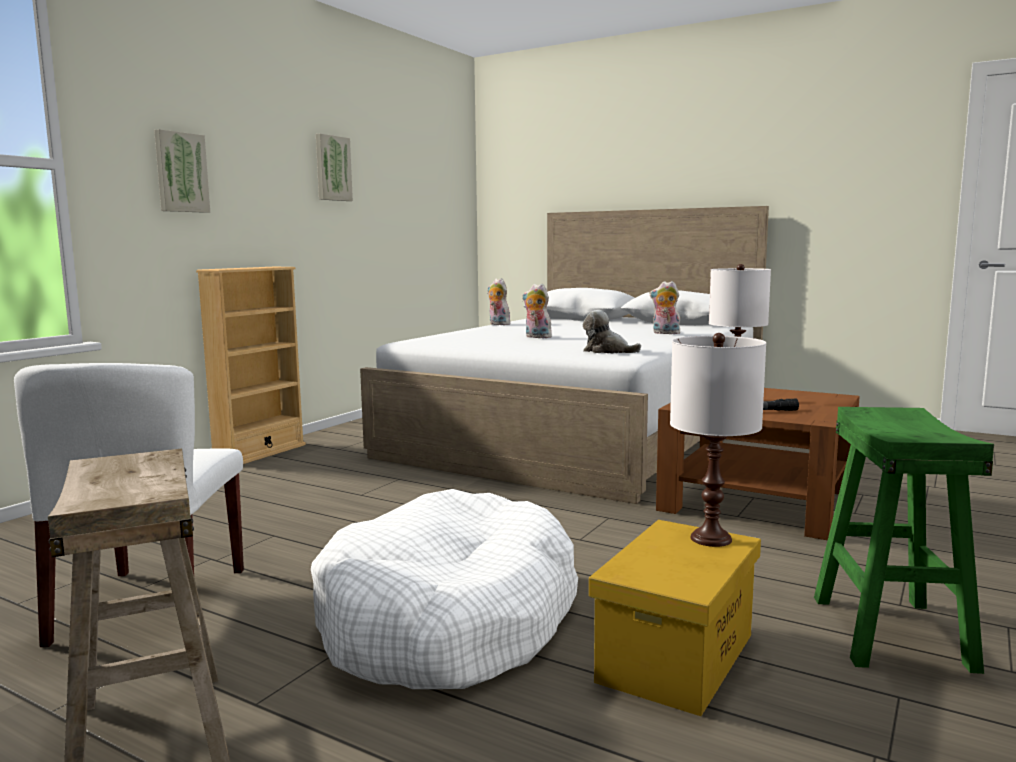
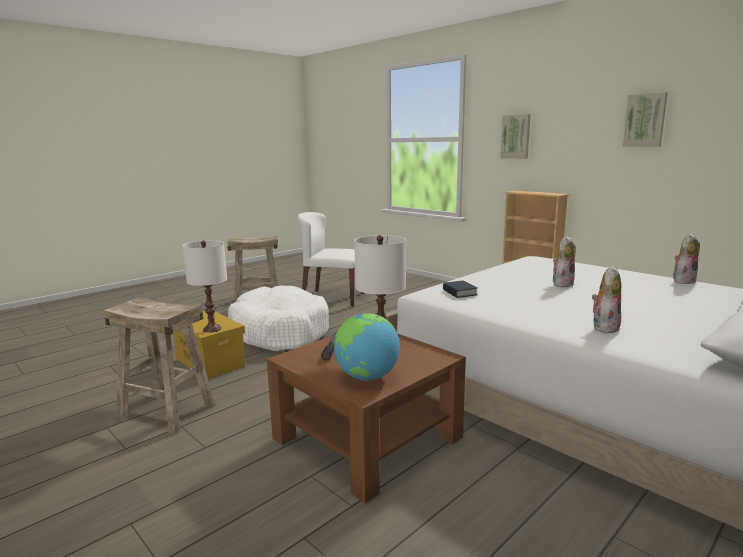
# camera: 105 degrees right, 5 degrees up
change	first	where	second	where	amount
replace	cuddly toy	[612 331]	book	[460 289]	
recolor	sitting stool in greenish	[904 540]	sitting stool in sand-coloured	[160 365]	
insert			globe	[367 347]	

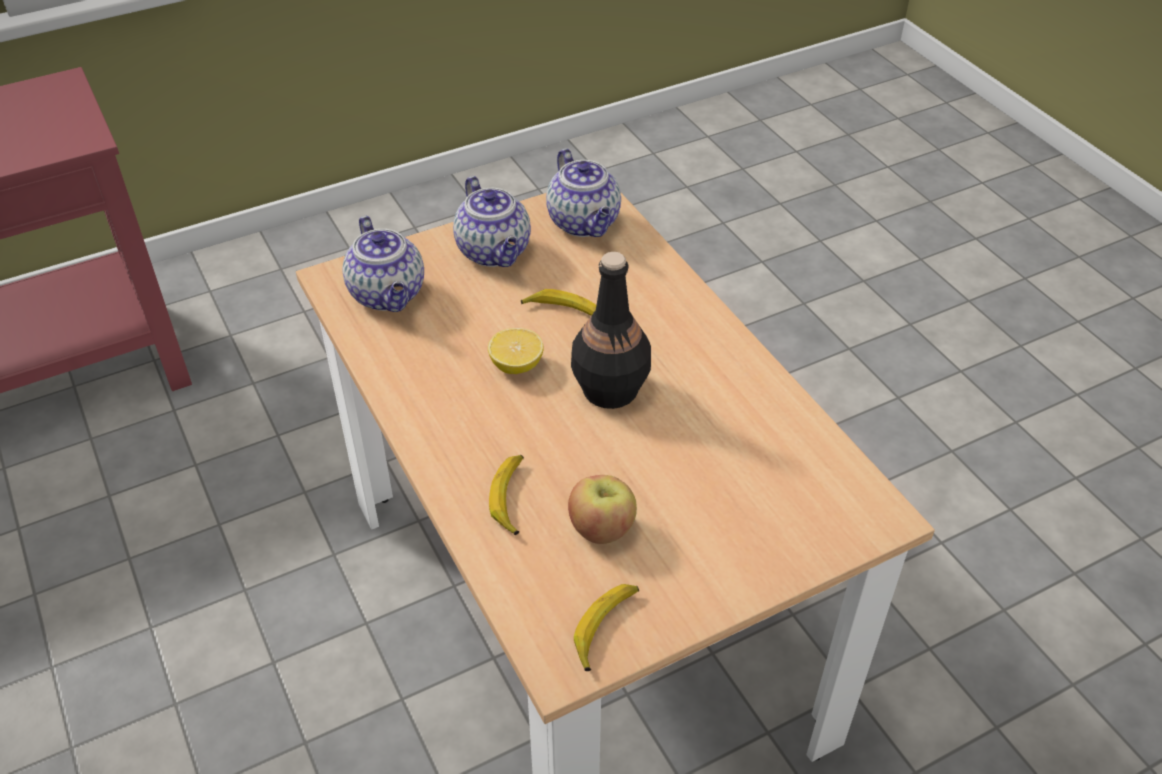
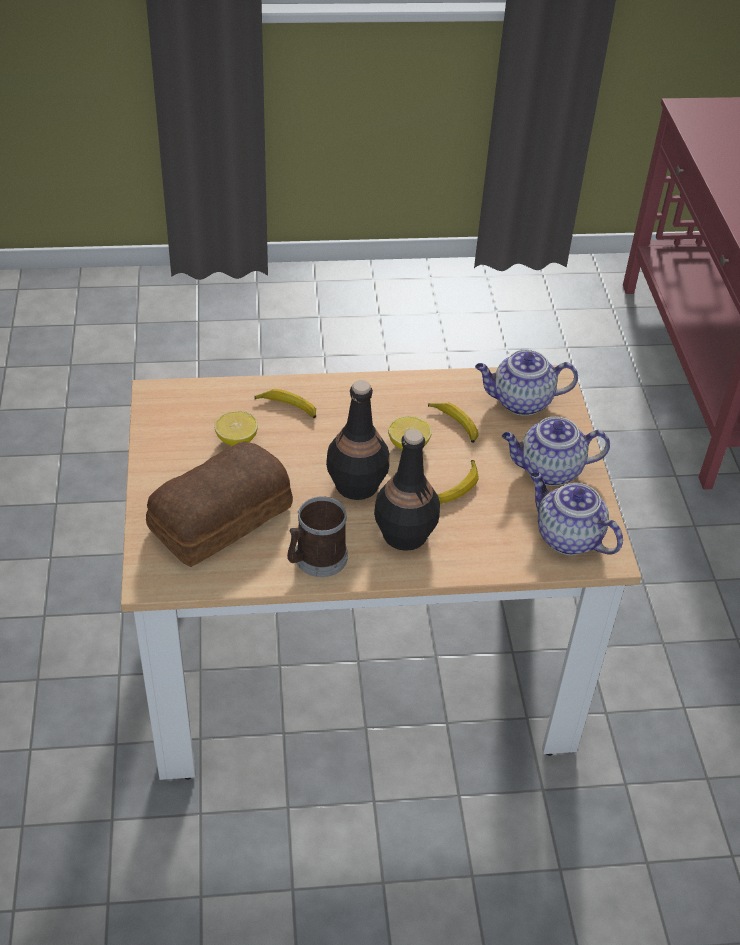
# camera: 110 degrees right, 0 degrees up
change	first	where	second	where	amount
rotate	tea pot	[583 192]		[576 513]	45 degrees clockwise
replace	whole apple	[602 509]	citrus fruit	[236 428]	
move	banana fruit	[606 627]		[453 423]	
insert			bottle in black	[407 490]	
insert			baked bread	[219 504]	
insert			tea mug	[317 536]	

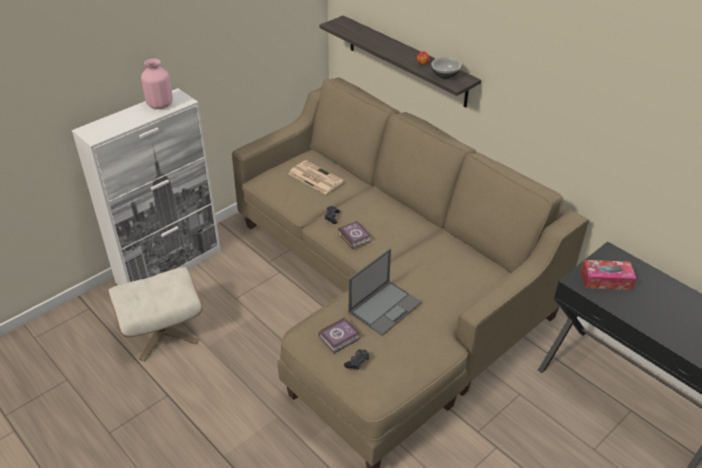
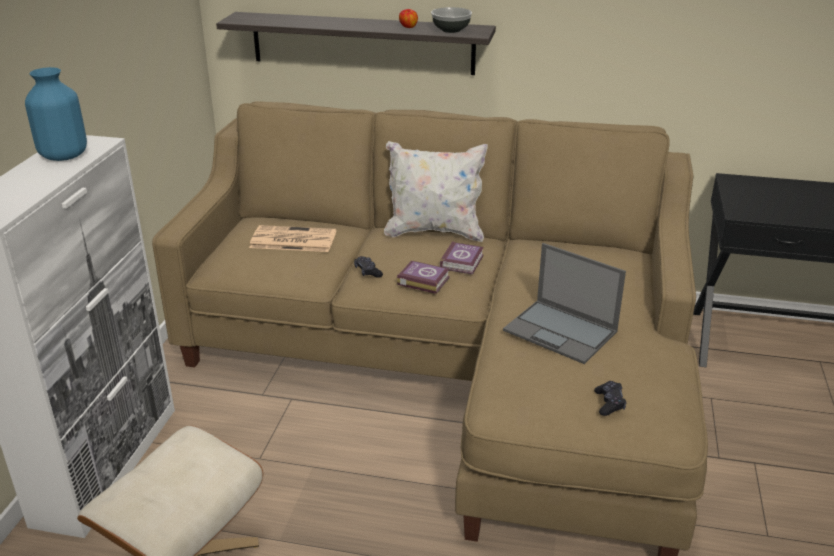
# camera: 35 degrees left, 10 degrees down
change	first	where	second	where	amount
recolor	decorative vase in pink-coloured	[157 83]	decorative vase in blue	[56 114]	
rotate	laptop	[385 292]		[564 303]	120 degrees clockwise
delete	tissue holder	[608 275]			
move	book	[339 335]		[462 258]	
insert			throw pillow in white	[436 191]	

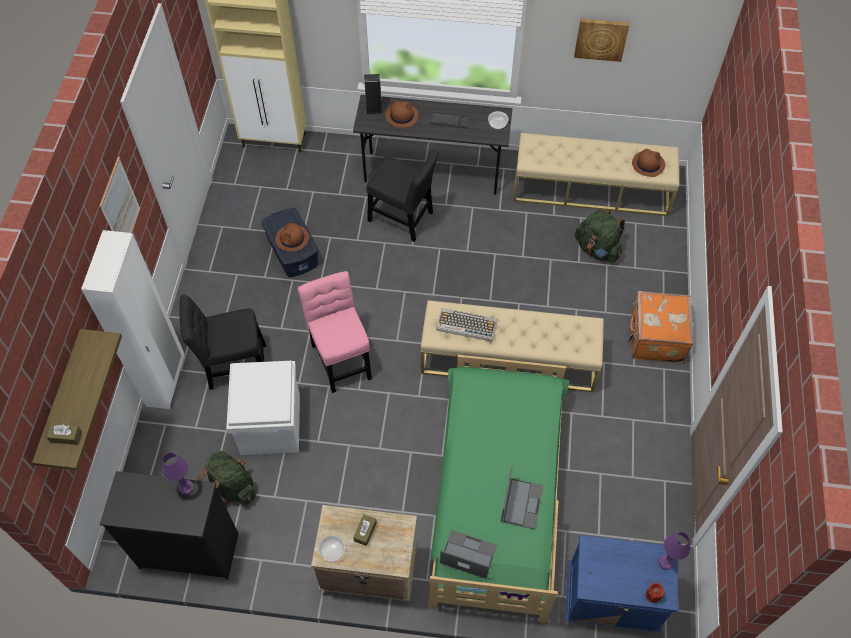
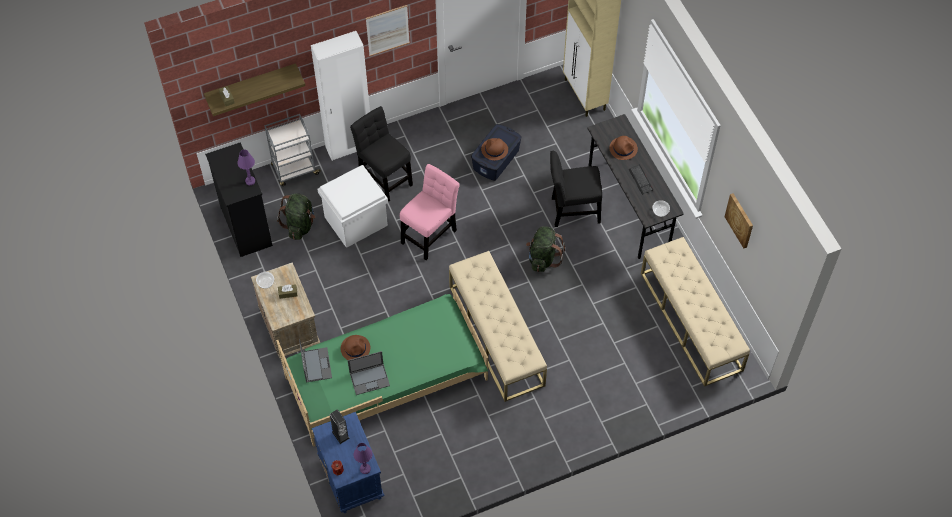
# camera: 60 degrees right, 0 degrees up
change	first	where	second	where	amount
move	audio speaker	[373 94]		[340 426]	
rotate	upright chair in black	[403 195]		[576 189]	90 degrees clockwise
move	clothing hat in brownish	[648 163]		[355 347]	
move	backpack in greenish	[600 236]		[545 249]	
delete	suitcase in orangey	[660 327]			
delete	computer keyboard	[467 325]			
insert			trolley in gray	[292 150]	

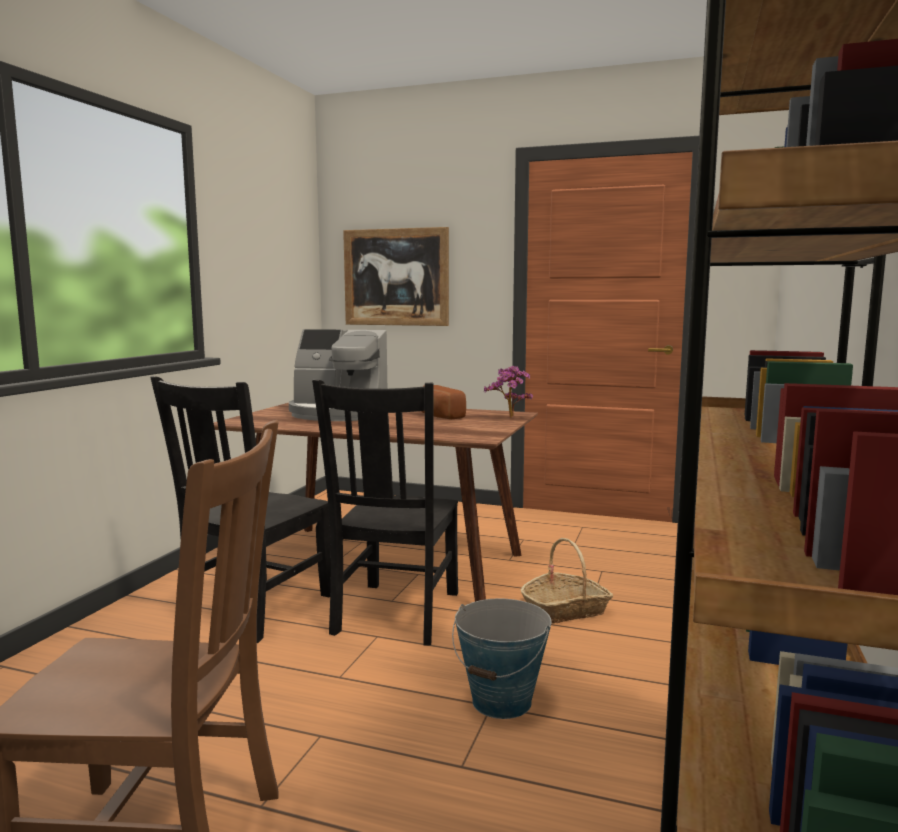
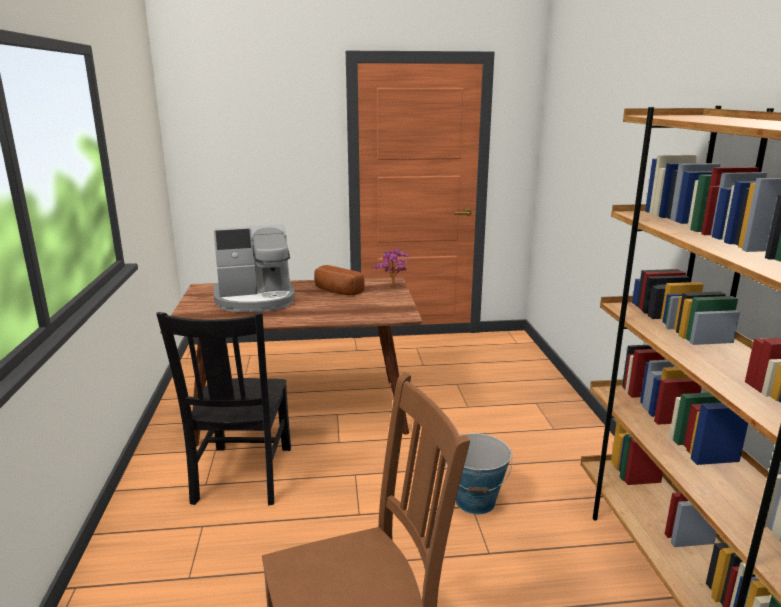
# camera: 25 degrees left, 10 degrees up
change	first	where	second	where	amount
delete	picture	[396 276]			
delete	upright chair in black	[385 512]			
delete	household basket	[567 581]			

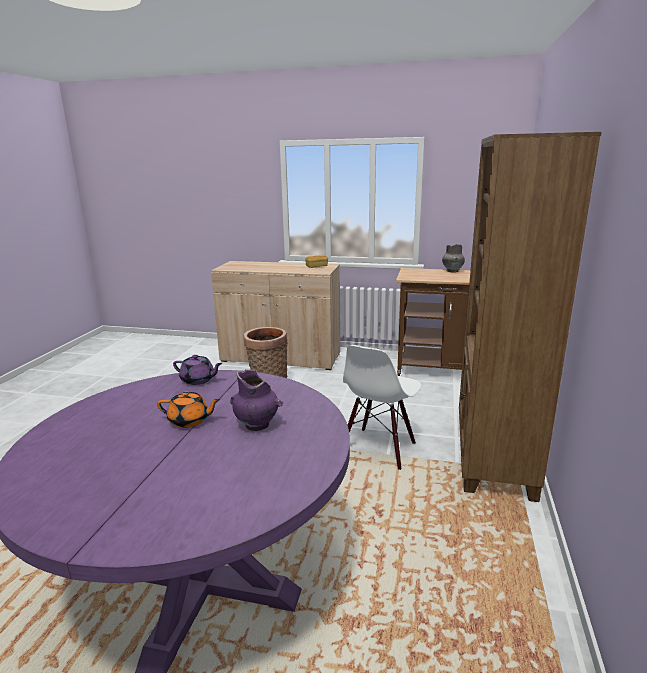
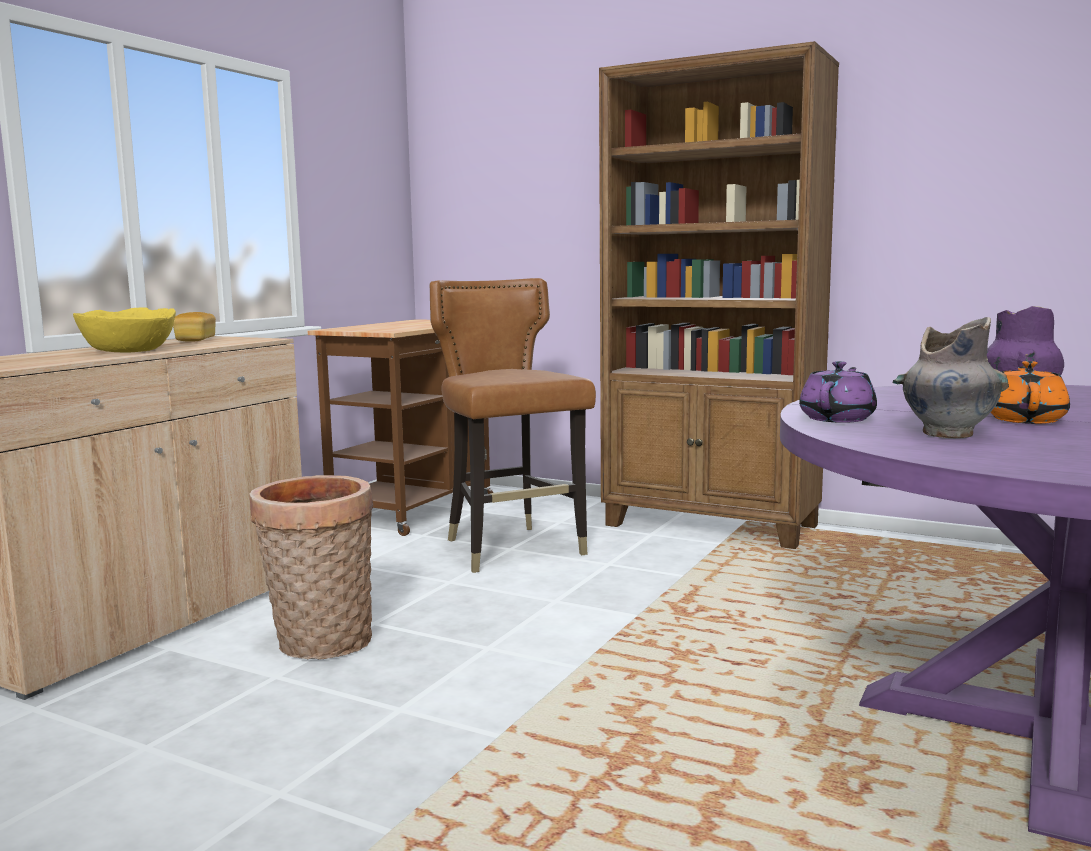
# camera: 75 degrees left, 10 degrees down
change	first	where	second	where	amount
move	decorative vase in gray	[453 258]		[951 377]	
delete	upright chair in white	[382 407]			
insert			upright chair in brownish	[513 425]	
insert			serving bowl in yellow	[124 330]	

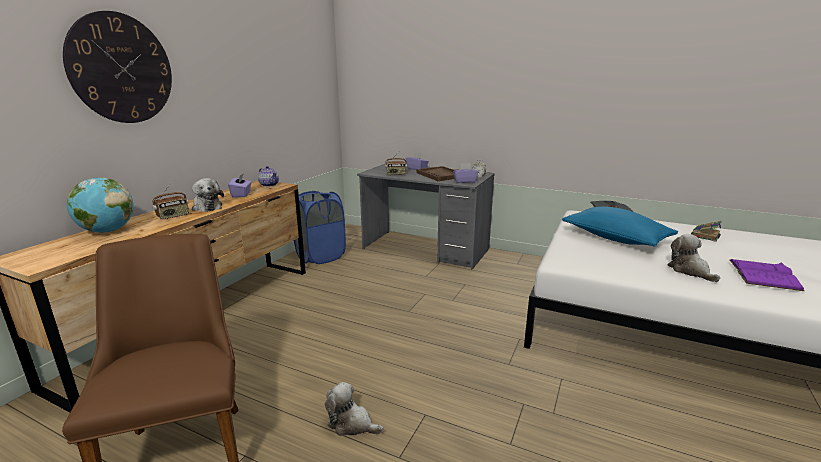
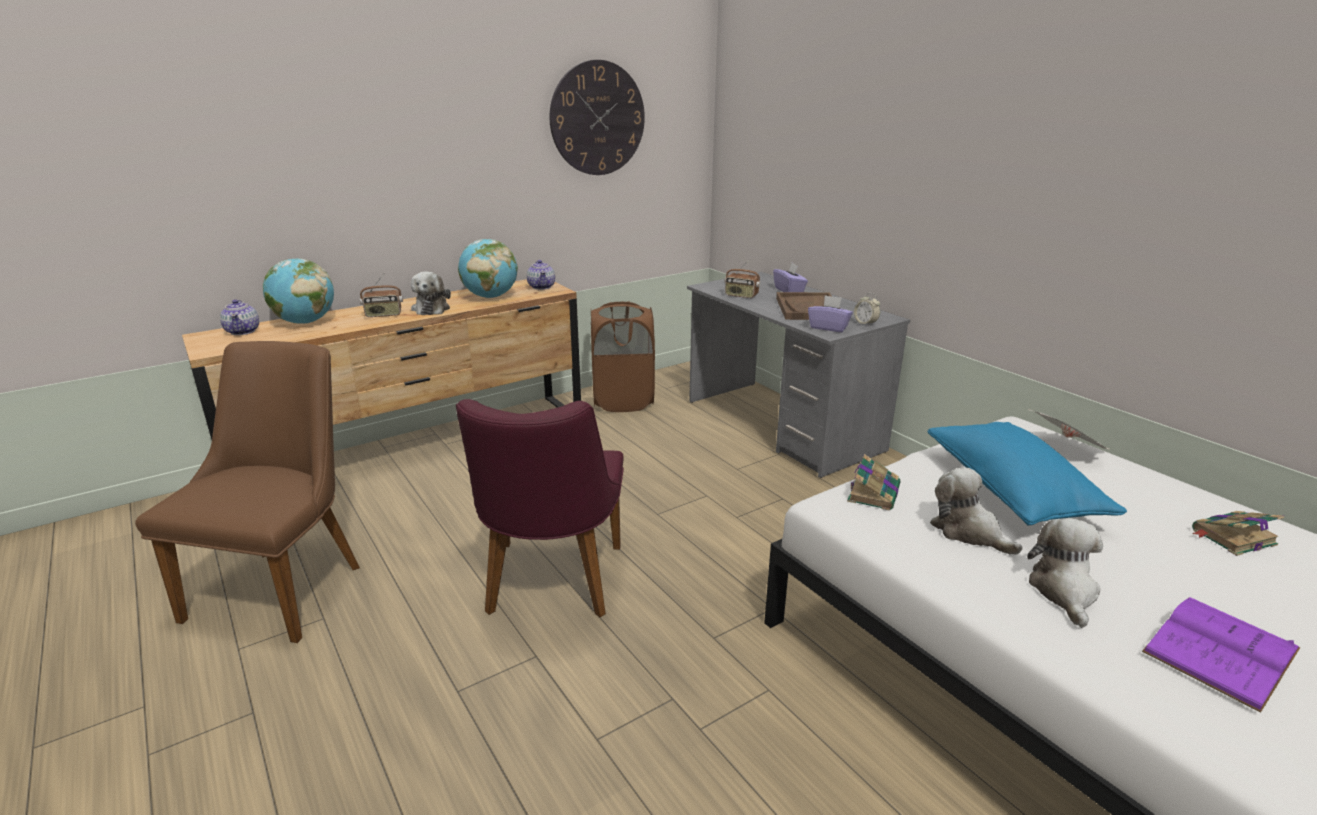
# camera: 30 degrees right, 5 degrees up
change	first	where	second	where	amount
move	clock on the wall	[117 67]		[597 117]	
replace	tissue holder in purplish	[239 185]	globe	[488 268]	
recolor	washing basket in blue	[320 227]	washing basket in brownish	[623 356]	
move	cuddly toy	[354 409]		[976 511]	
insert			tea pot	[239 317]	
insert			upright chair in purplish	[540 508]	
insert			book	[873 482]	

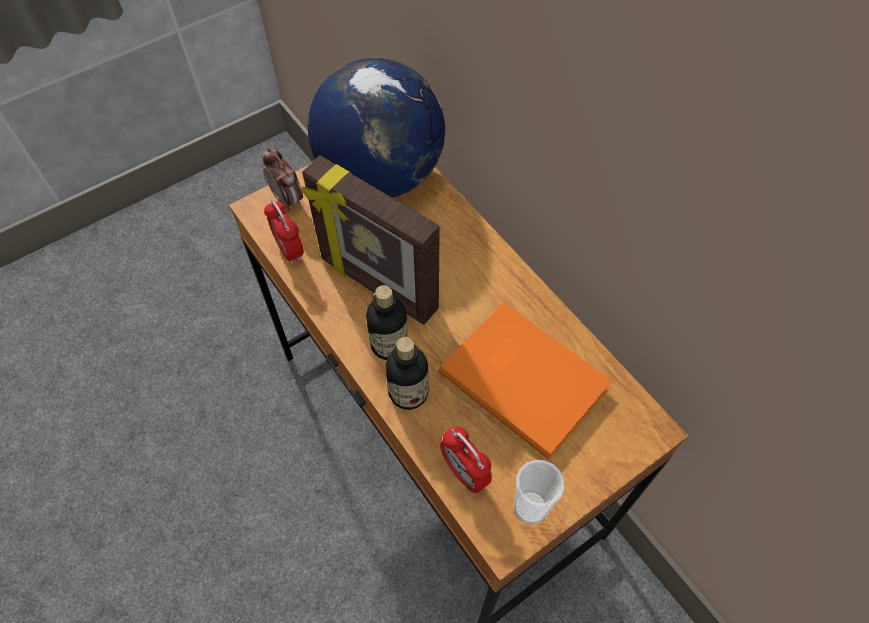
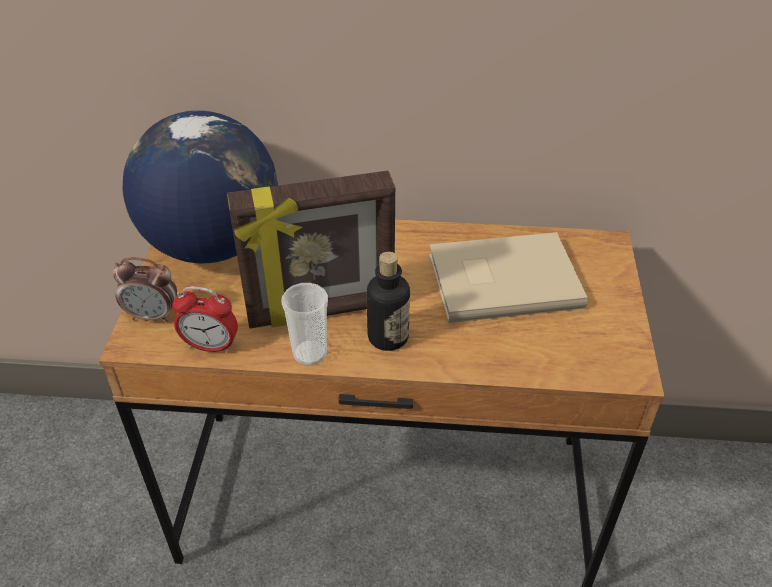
# camera: 50 degrees left, 15 degrees down
change	first	where	second	where	amount
recolor	book in orangey	[525 381]	book in sand-coloured	[508 277]	
delete	bottle	[407 373]			
delete	alarm clock	[466 460]			
move	cup	[539 492]		[304 324]	

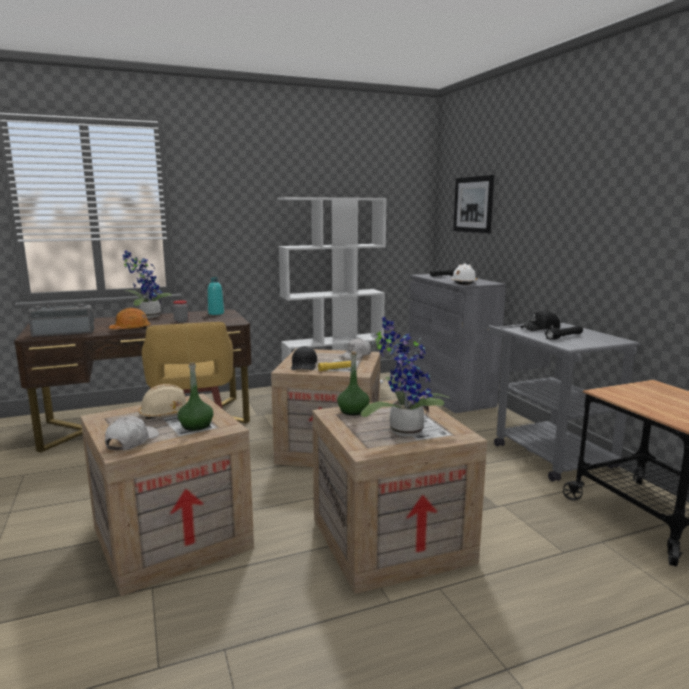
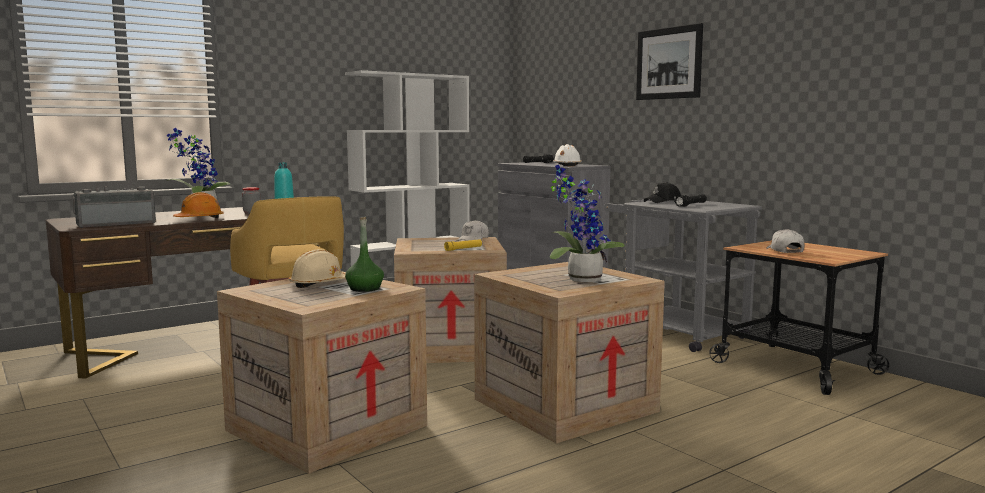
# camera: 15 degrees left, 5 degrees down
change	first	where	second	where	amount
move	picture	[473 204]		[669 61]	
delete	peaked cap in black	[304 358]			
delete	bottle in greenish	[353 383]			
move	peaked cap in white	[132 433]		[786 241]	

